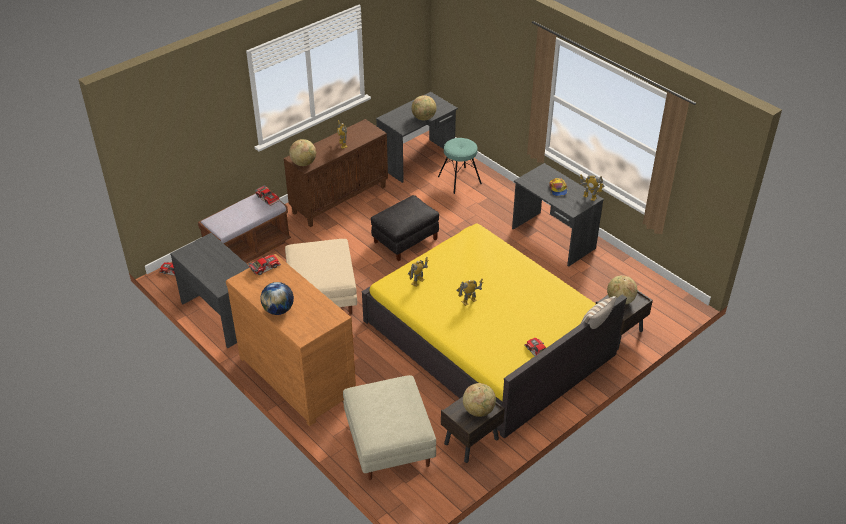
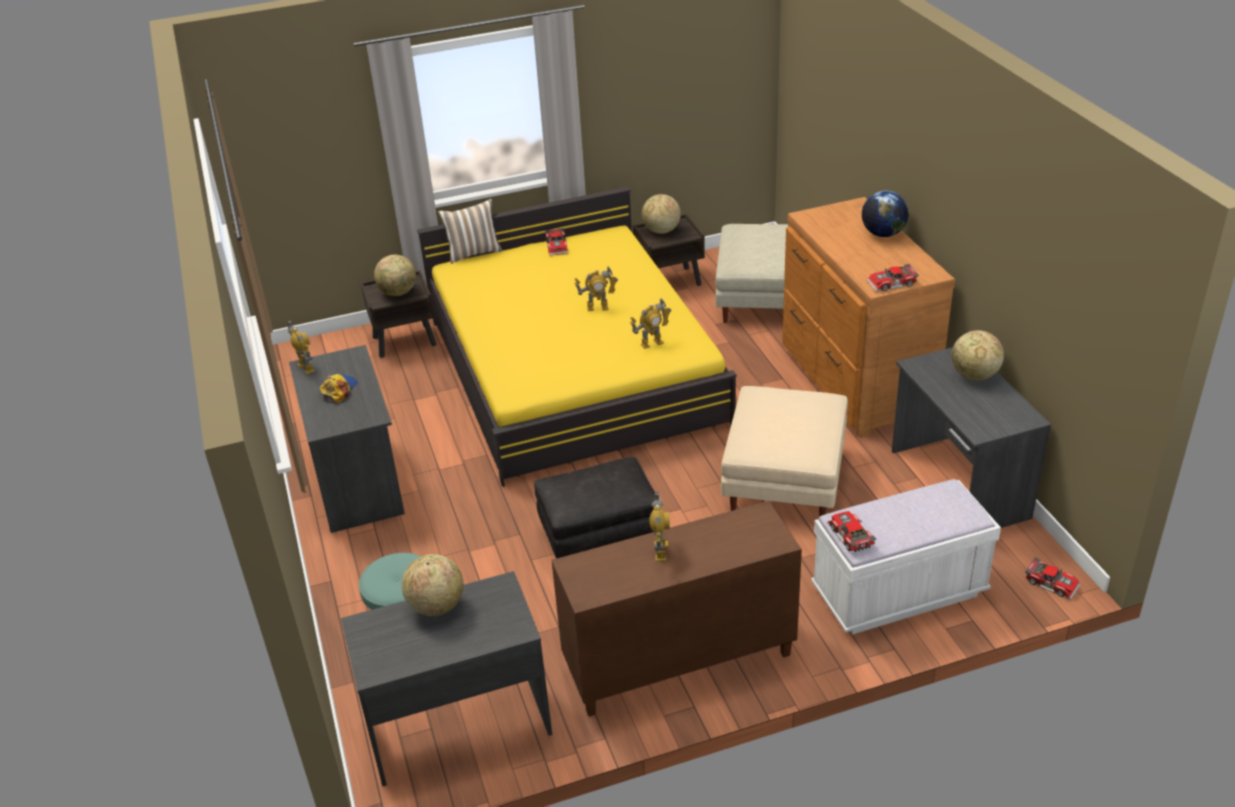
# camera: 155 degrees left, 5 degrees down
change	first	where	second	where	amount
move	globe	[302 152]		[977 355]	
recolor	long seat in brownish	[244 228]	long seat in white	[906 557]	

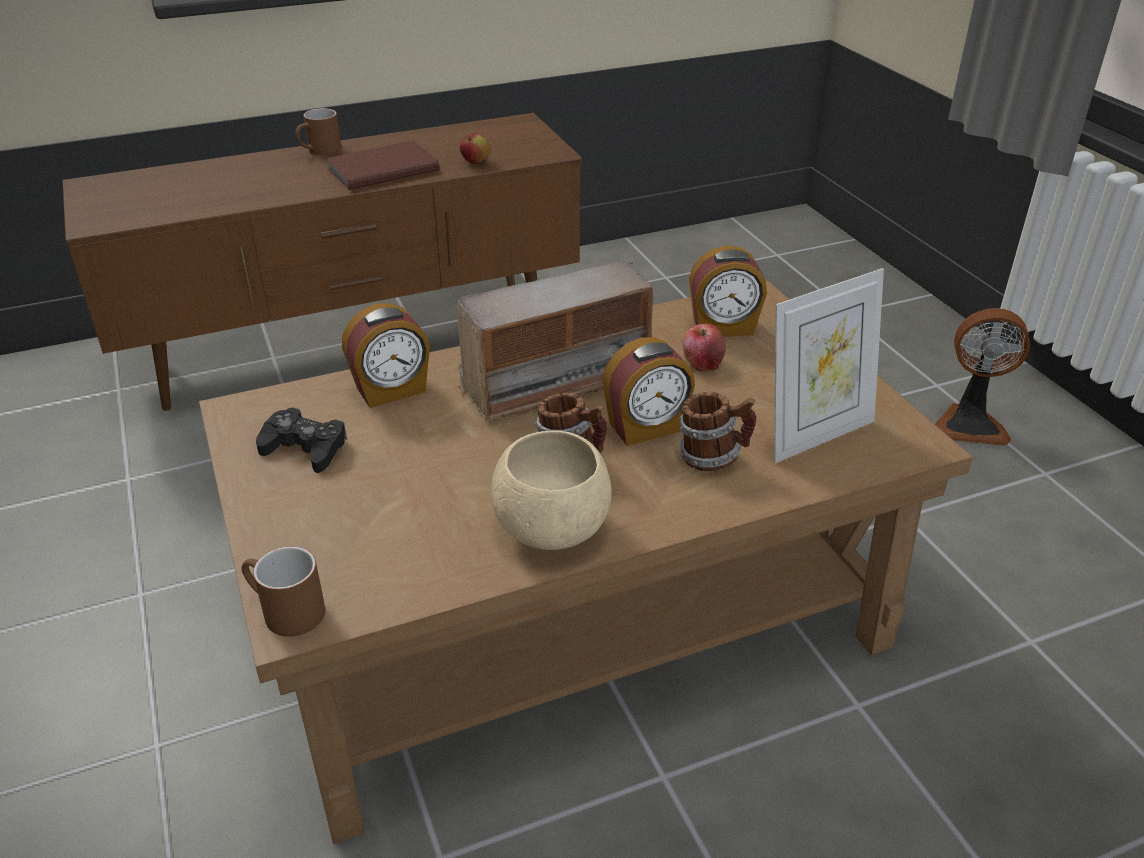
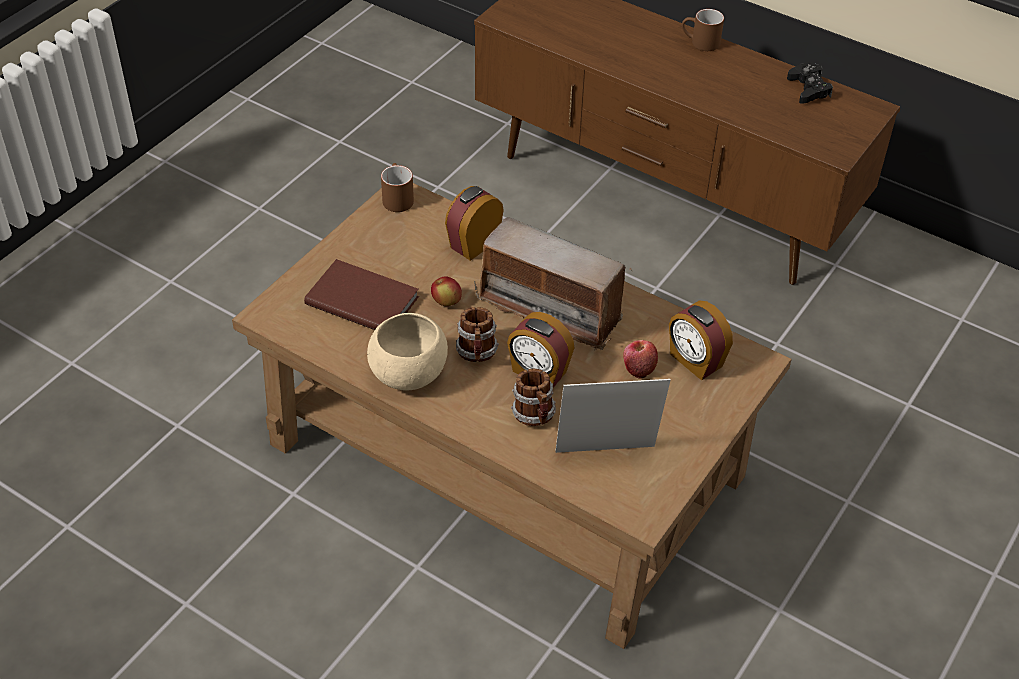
# camera: 55 degrees right, 10 degrees up
change	first	where	second	where	amount
move	whole apple	[475 148]		[446 291]	
move	book in brownish	[383 165]		[361 294]	
rotate	picture frame	[829 365]		[613 416]	150 degrees clockwise
rotate	alarm clock	[386 355]		[474 223]	105 degrees clockwise
delete	fan	[982 377]			
move	joypad in black	[301 440]		[810 83]	
move	tea mug in brownish	[283 591]		[397 187]	

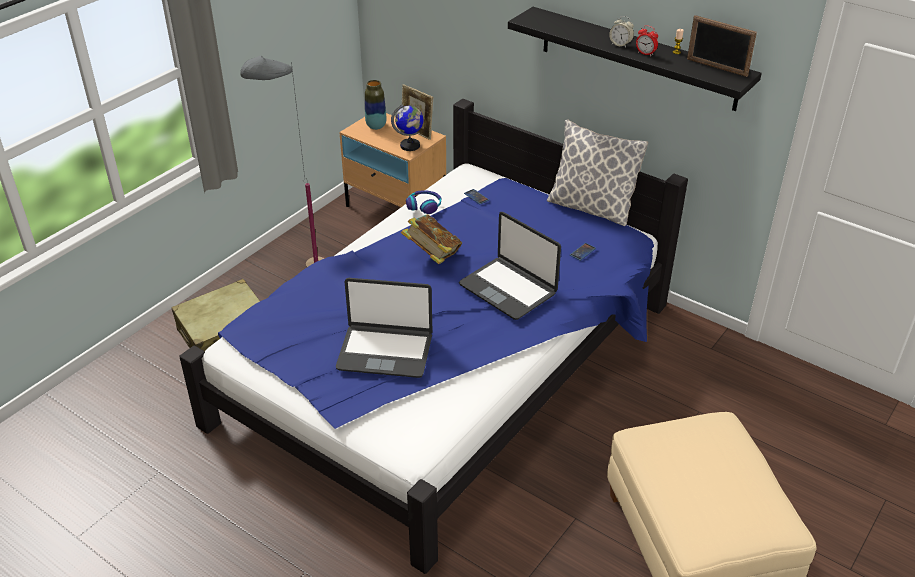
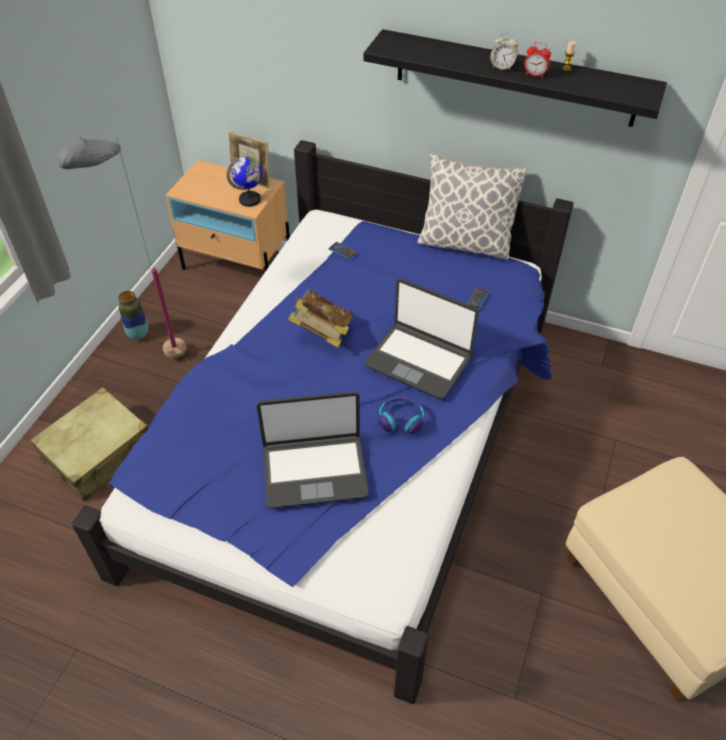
# camera: 15 degrees left, 10 degrees up
change	first	where	second	where	amount
delete	picture frame	[722 46]			
move	decorative vase	[375 105]		[133 315]	
move	pair of headphones	[423 202]		[401 415]	

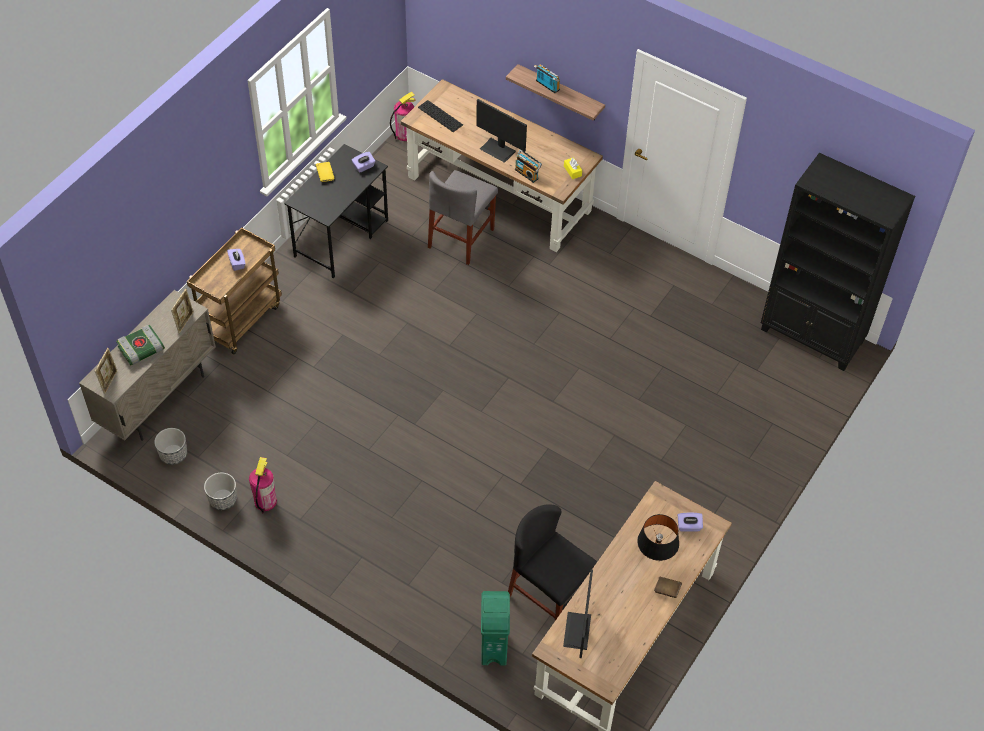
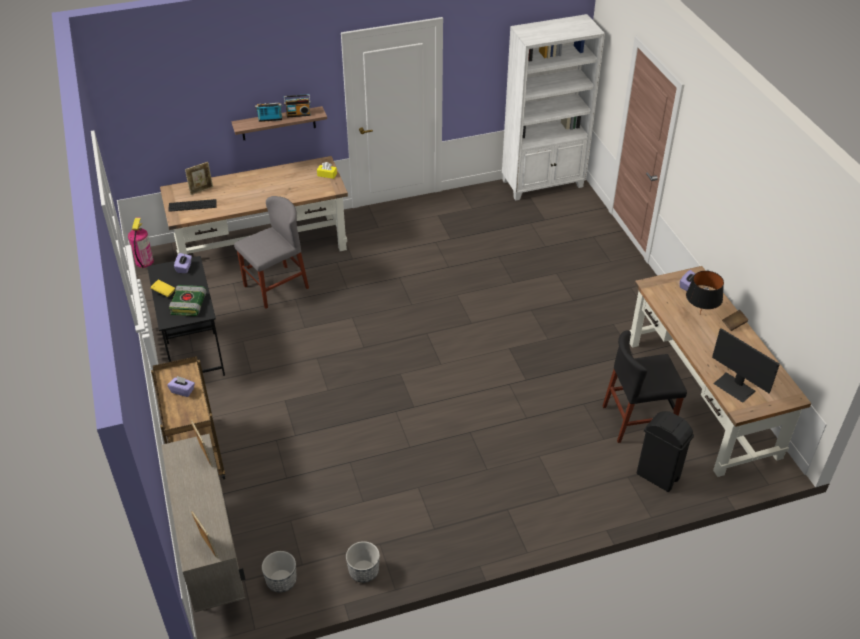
# camera: 50 degrees left, 10 degrees down
change	first	where	second	where	amount
delete	monitor	[501 131]			
move	radio receiver	[528 166]		[297 106]	
recolor	bookshelf in black	[838 262]	bookshelf in white	[553 107]	
rotate	upright chair in gray	[463 217]		[271 252]	105 degrees counterclockwise
move	book	[140 345]		[188 300]	
delete	fire extinguisher	[263 485]			
recolor	waste bin in greenish	[495 628]	waste bin in black	[665 451]	
insert			picture frame	[199 178]	

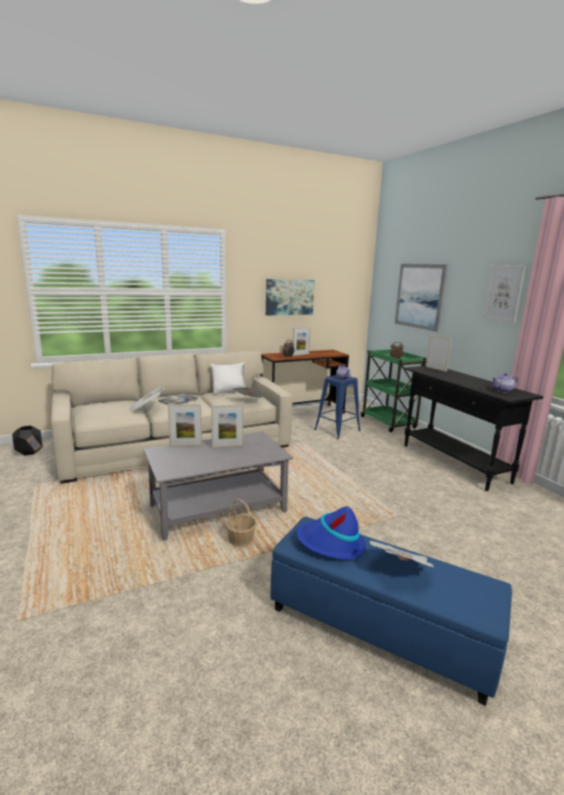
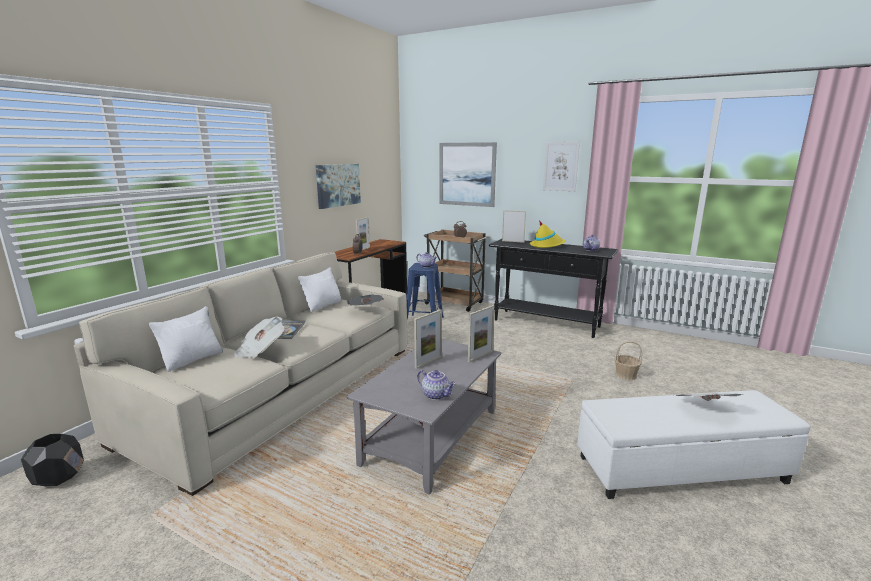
# camera: 35 degrees left, 0 degrees up
change	first	where	second	where	amount
recolor	trolley in greenish	[394 390]	trolley in brownish	[456 270]	
move	picture frame	[185 425]		[481 333]	
move	household basket	[241 523]		[628 360]	
delete	clothing hat in blue	[331 533]			
recolor	pouffe in blue	[391 611]	pouffe in white	[693 444]	
insert			clothing hat in yellow	[547 234]	
insert			throw pillow in white	[186 339]	
insert			tea pot	[436 385]	

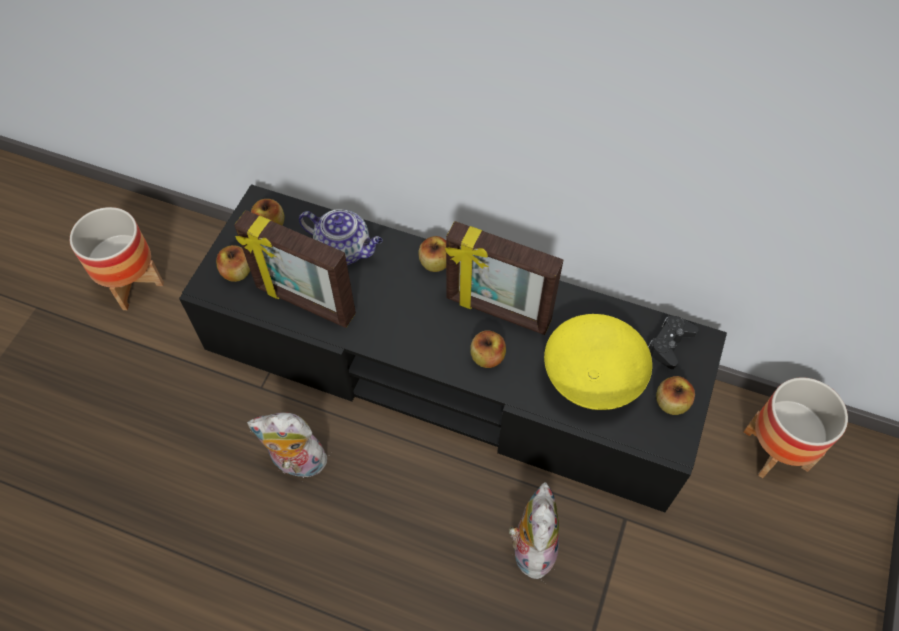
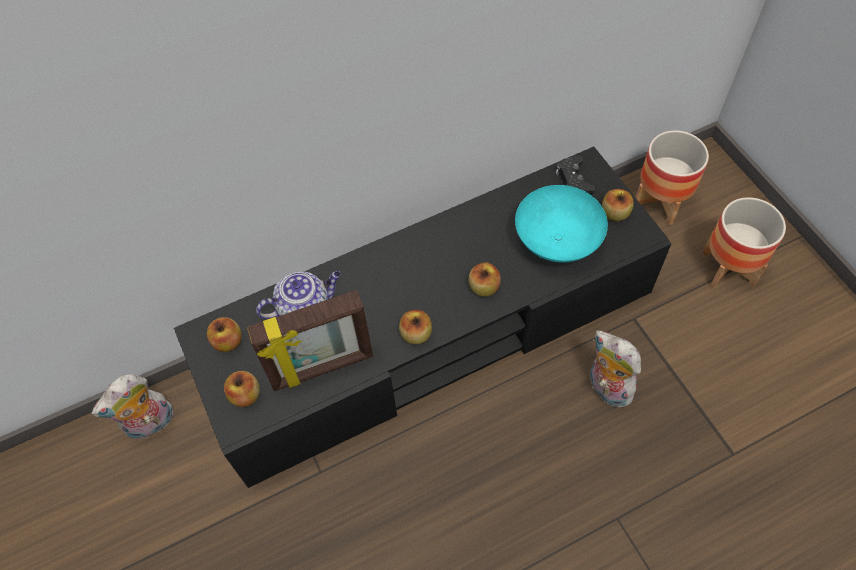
# camera: 45 degrees left, 0 degrees up
change	first	where	second	where	amount
move	flower pot	[117 258]		[744 242]	
delete	picture frame	[504 278]			
move	whole apple	[432 254]		[415 327]	
recolor	serving bowl in yellow	[598 362]	serving bowl in turquoise	[561 224]	
move	cuddly toy	[287 445]		[132 407]	

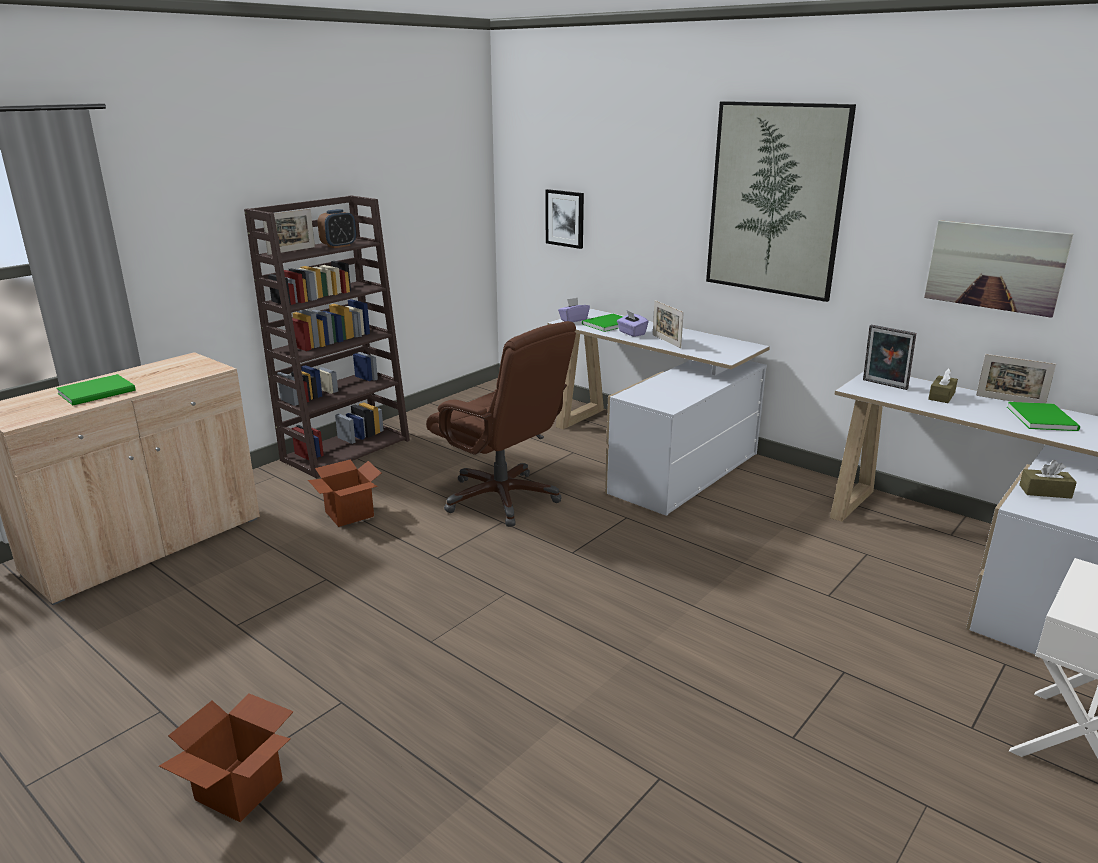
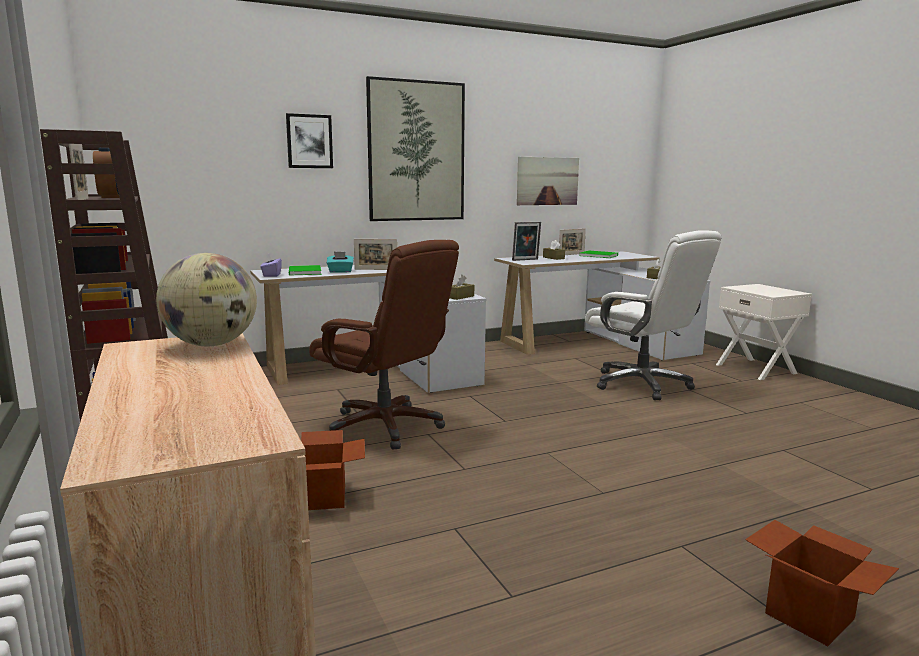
# camera: 65 degrees left, 10 degrees down
change	first	where	second	where	amount
move	picture	[565 219]		[309 140]	
recolor	tissue holder in purplish	[632 324]	tissue holder in turquoise	[340 262]	
rotate	computer chair in brownish	[501 424]		[384 345]	60 degrees clockwise
delete	book in greenish	[96 389]			
insert			computer chair in white	[653 315]	
insert			globe	[206 299]	
insert			tissue holder in brownish	[461 287]	

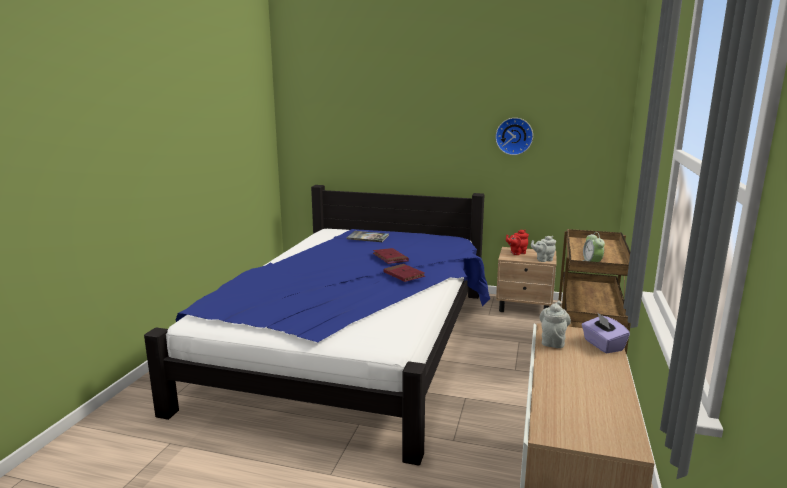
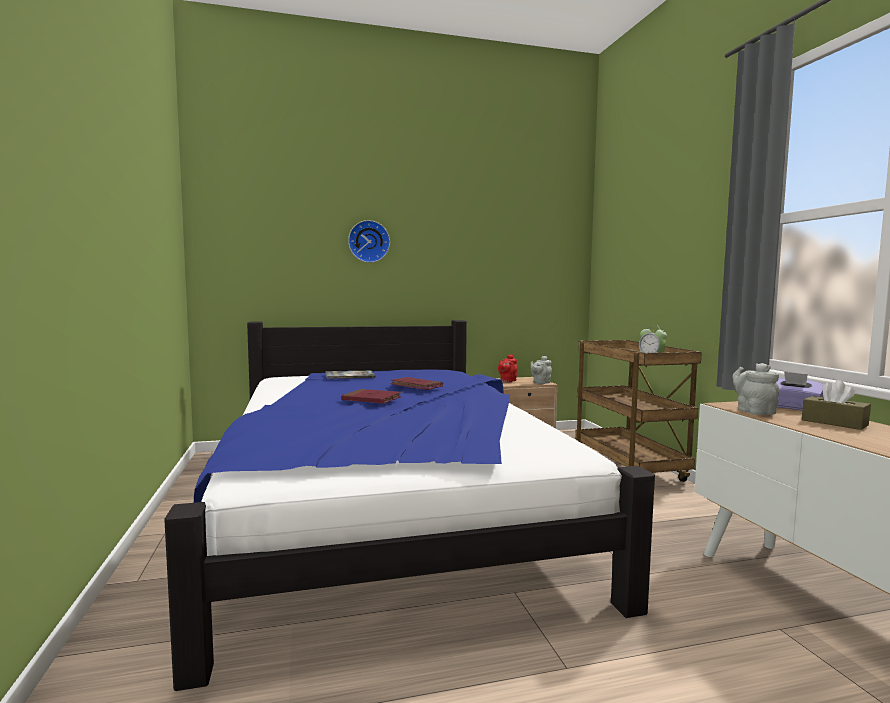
# camera: 30 degrees left, 10 degrees down
change	first	where	second	where	amount
move	clock on the wall	[514 136]		[369 241]	
move	book in red-coloured	[404 273]		[371 396]	
insert			tissue holder in brownish	[836 405]	

